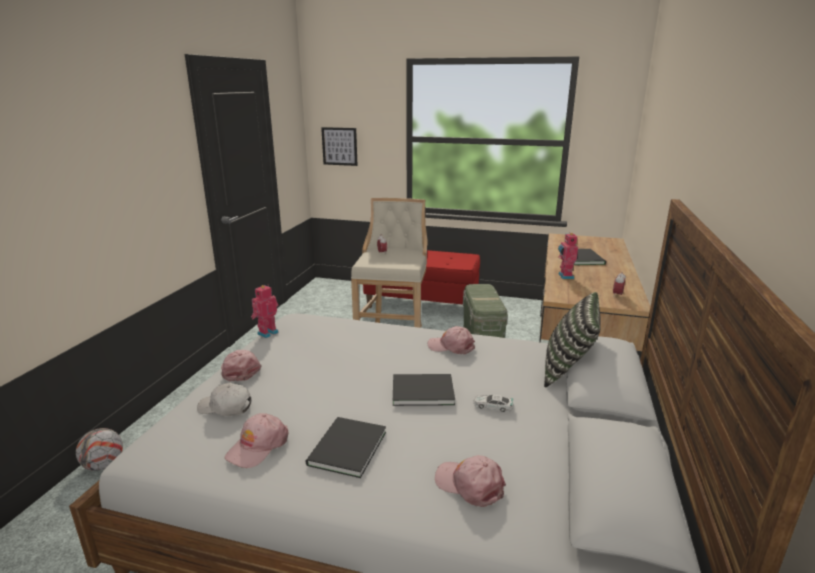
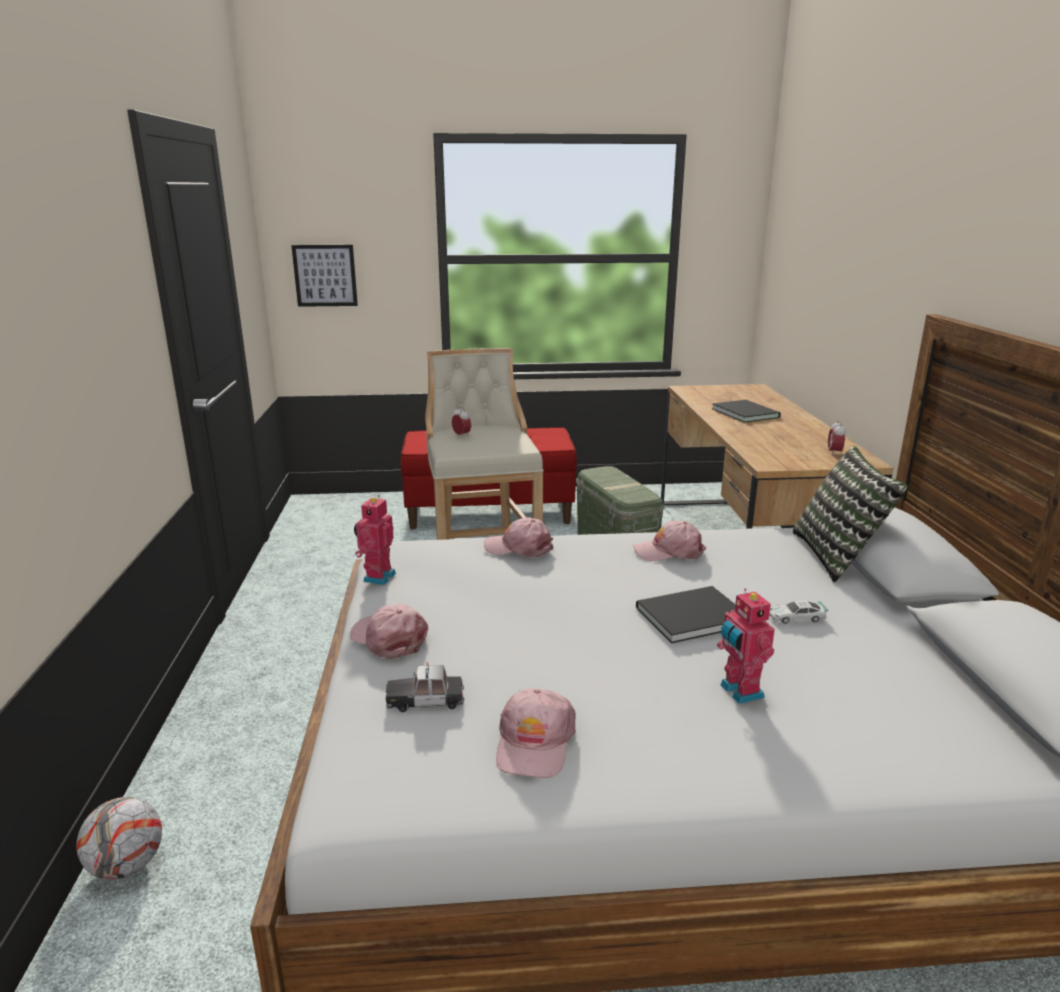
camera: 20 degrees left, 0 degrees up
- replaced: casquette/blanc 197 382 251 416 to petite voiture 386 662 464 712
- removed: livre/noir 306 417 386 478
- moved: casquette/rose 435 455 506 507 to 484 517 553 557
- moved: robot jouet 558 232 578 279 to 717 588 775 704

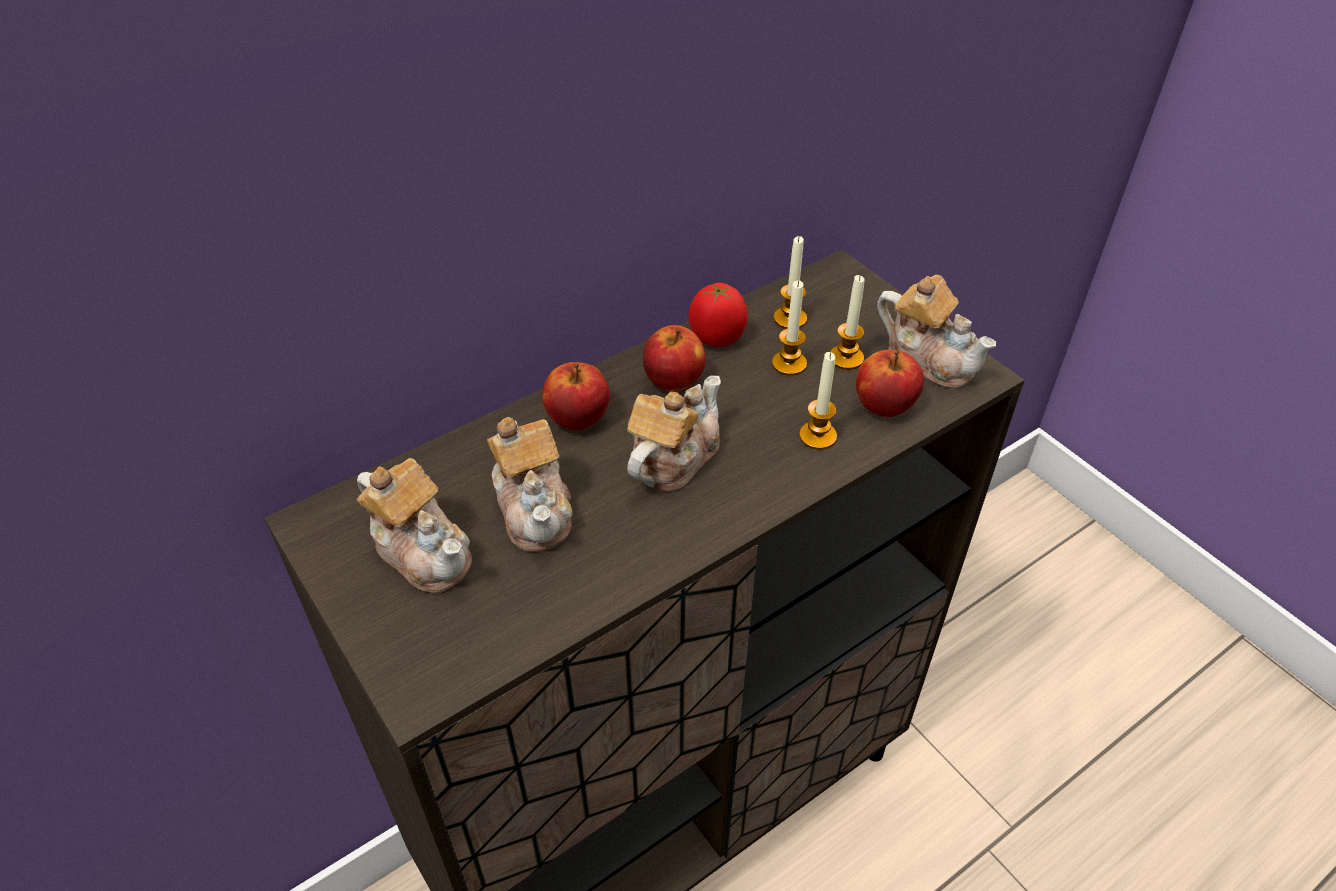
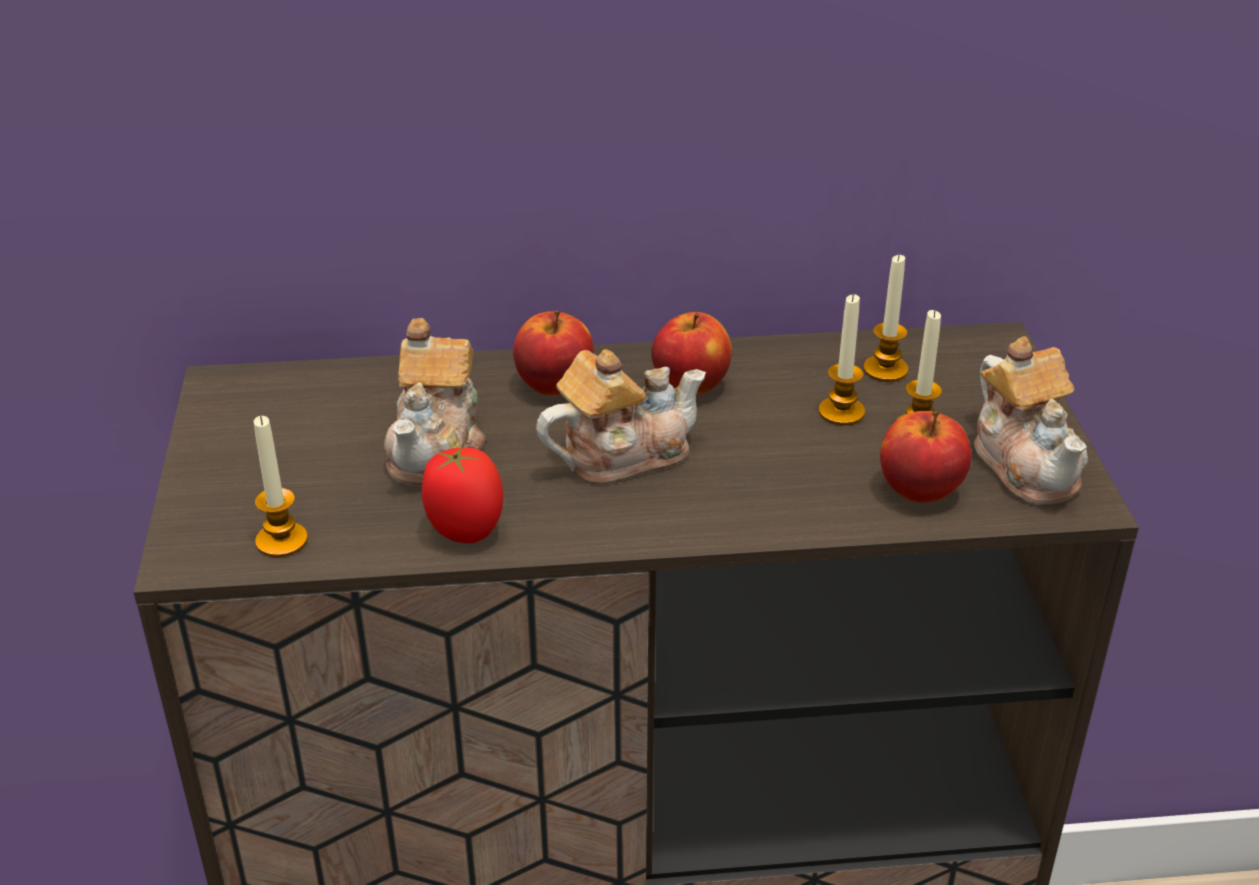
camera: 30 degrees right, 10 degrees down
- removed: théière 356 458 472 593
- moved: tomate 688 283 748 347 to 422 447 504 543
- moved: bougie 799 352 837 450 to 254 416 308 558

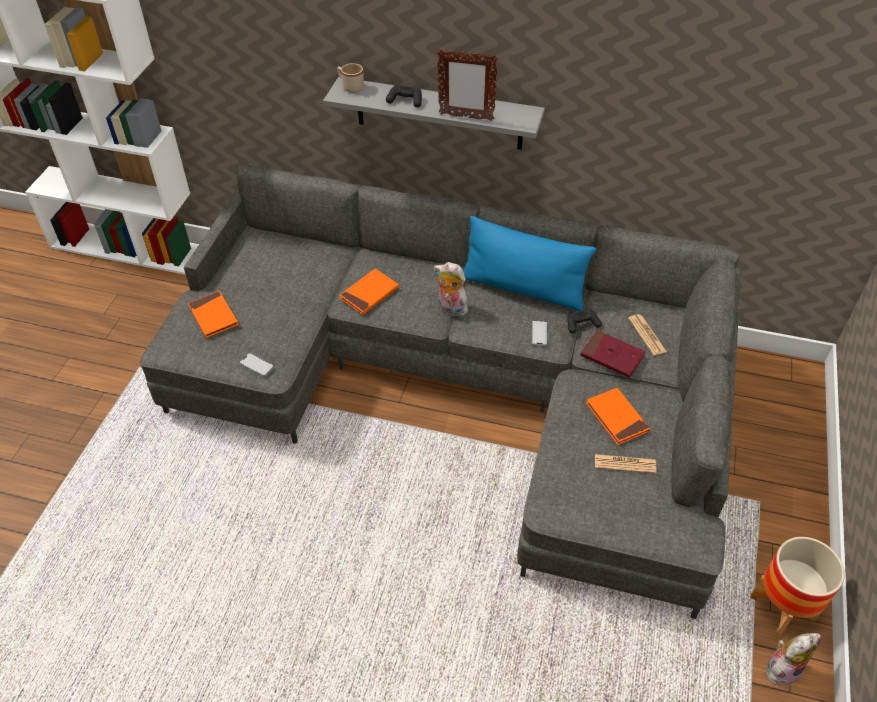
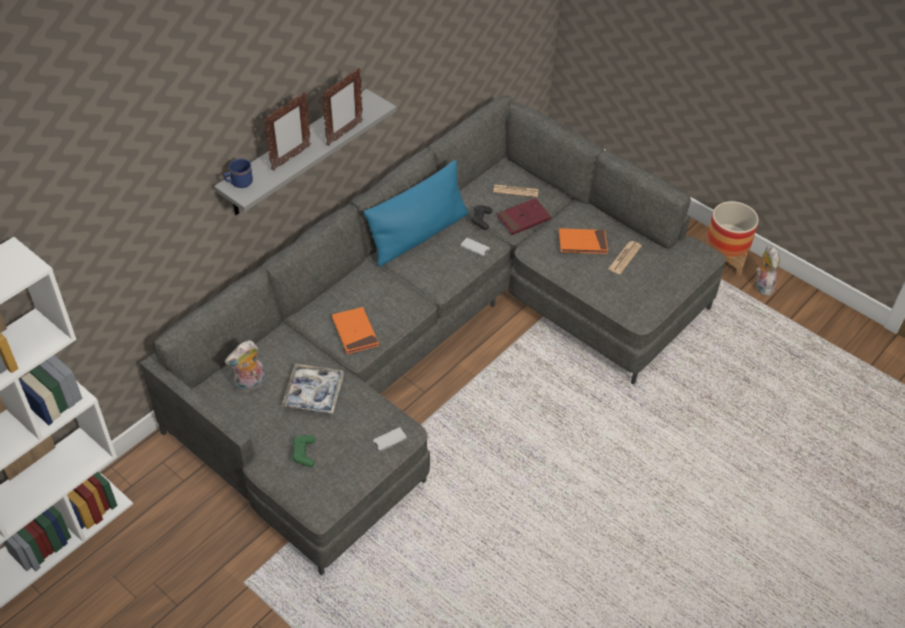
camera: 65 degrees left, 0 degrees up
- replaced: livre/orange 188 291 239 338 to manette/vert 292 435 315 467
- recoloured: mug/beige 337 63 364 93 to mug/bleu 223 159 253 188
- replaced: manette/noir 386 85 422 107 to cadre photo 264 92 311 171
- moved: peluche 434 262 468 317 to 225 340 265 392
- added: plateau 282 364 344 414

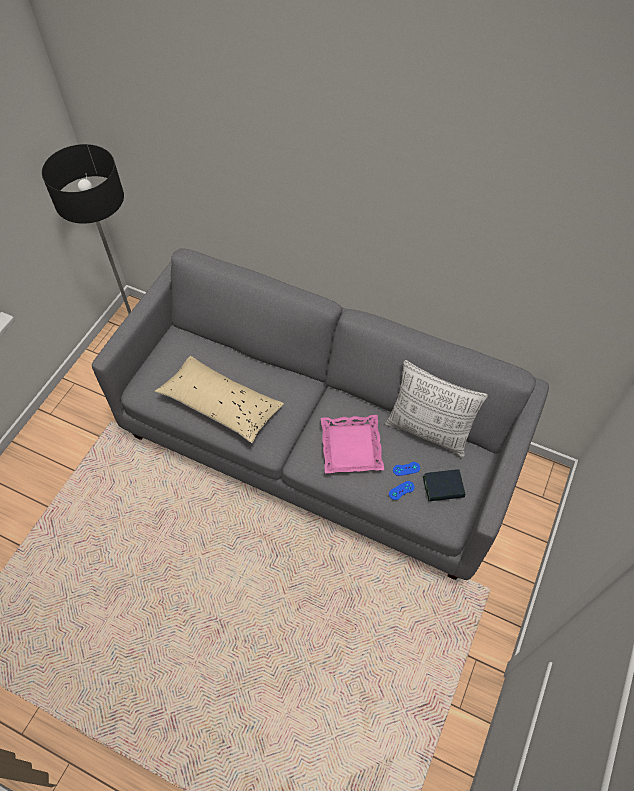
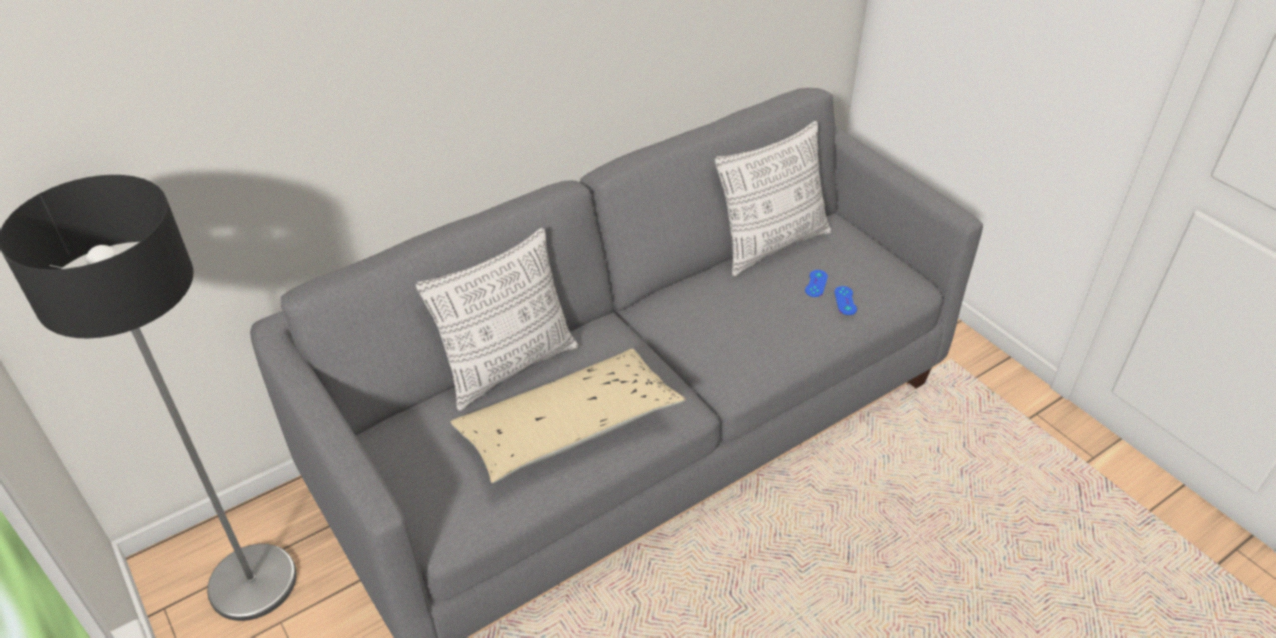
camera: 60 degrees left, 15 degrees down
- removed: plateau/rose 321 415 384 473
- removed: livre 423 469 465 501
- added: coussin 416 228 578 411

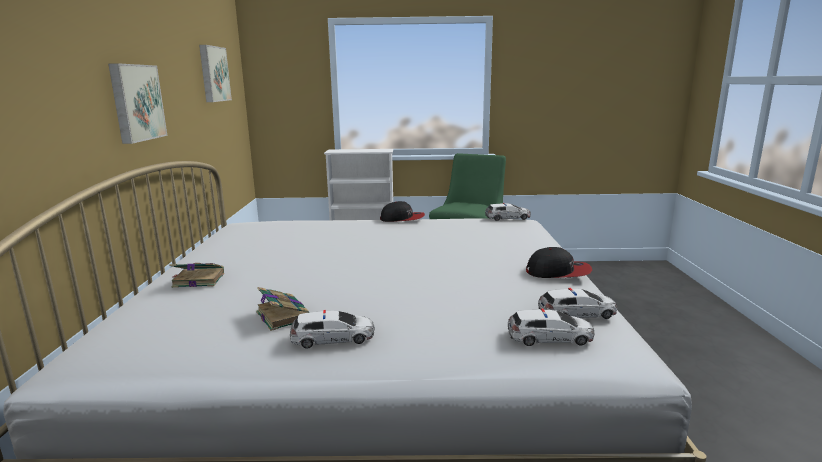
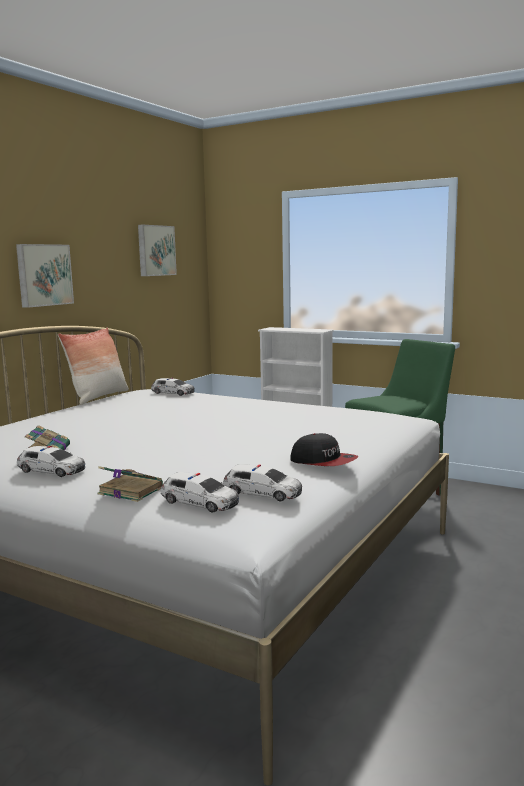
camera: 30 degrees right, 5 degrees down
- moved: livre 170 263 224 288 to 98 466 163 502
- removed: casquette 380 201 425 222
- moved: petite voiture 485 203 531 221 to 151 378 195 396
- added: coussin 58 328 129 405

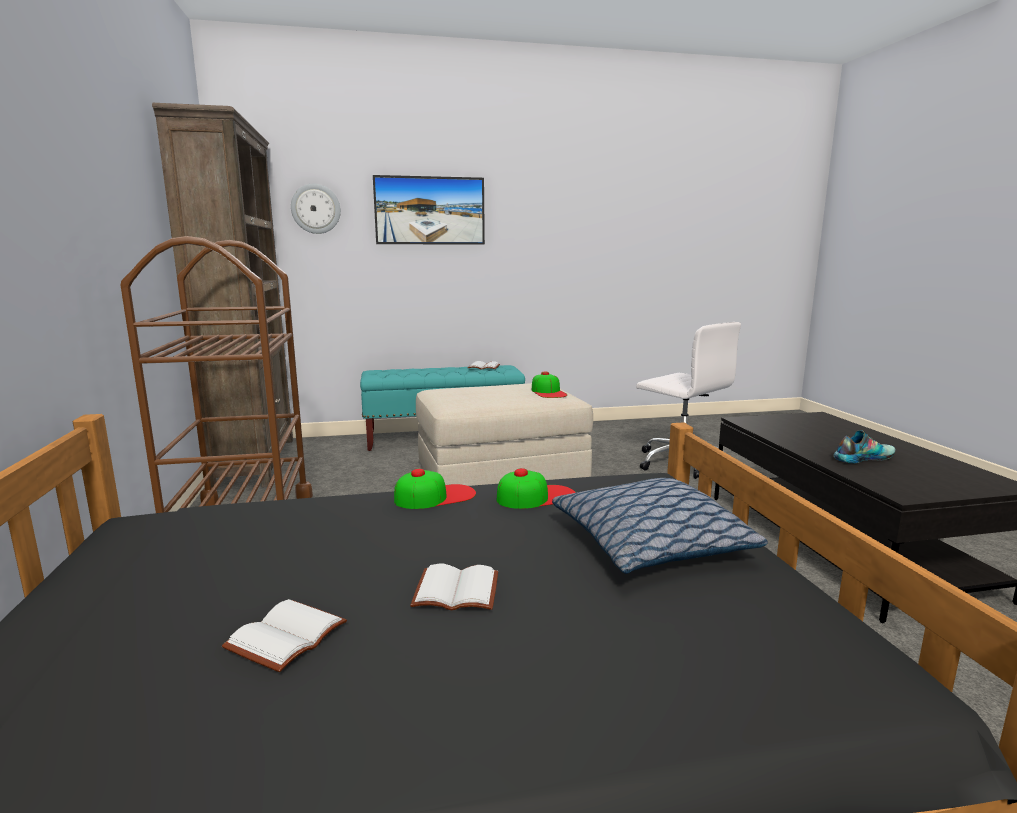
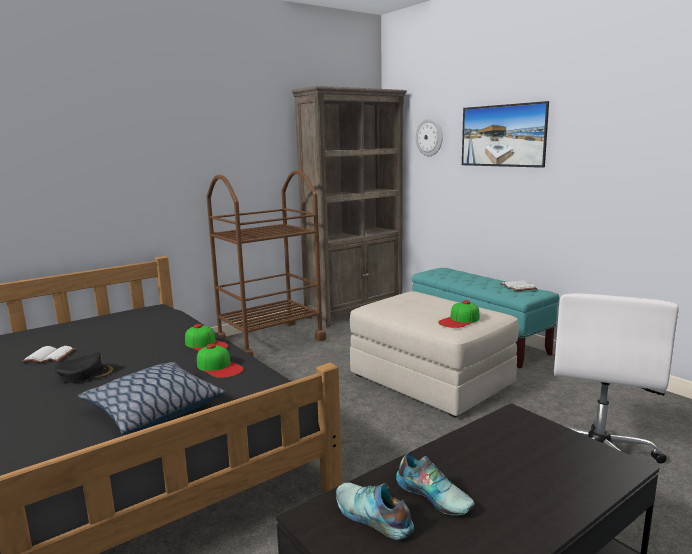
camera: 65 degrees right, 0 degrees up
- replaced: livre/blanc 410 564 498 611 to casquette/noir 54 352 115 383
- added: chaussure 336 483 414 540

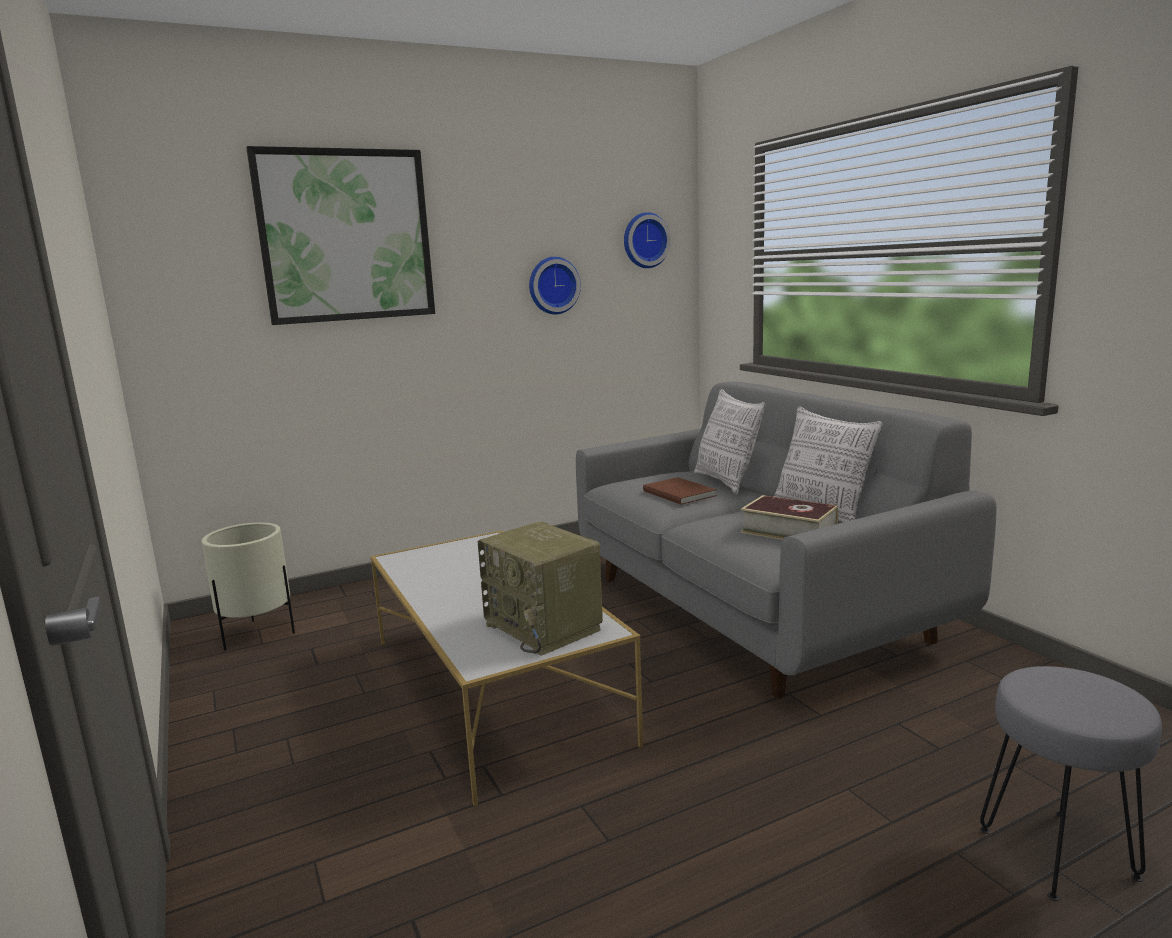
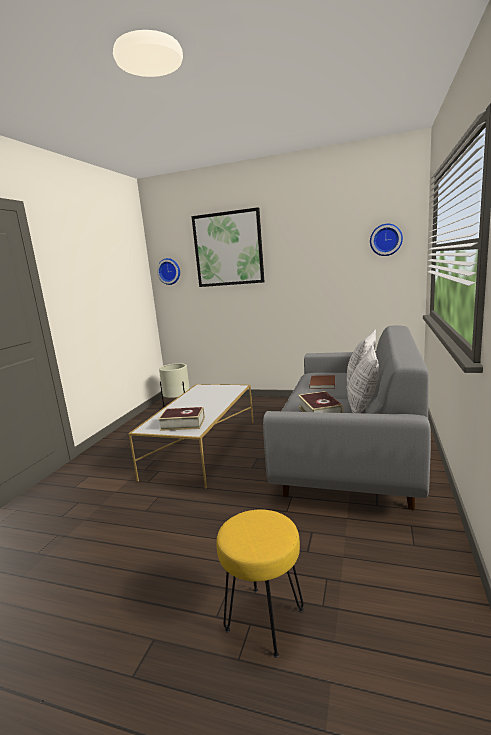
camera: 45 degrees right, 0 degrees up
- replaced: radio 478 521 603 656 to livre 158 407 205 431
- moved: horloge murale 529 257 581 314 to 157 258 180 285
- recoloured: tabouret/gris 980 666 1162 901 to tabouret/jaune 216 510 304 658

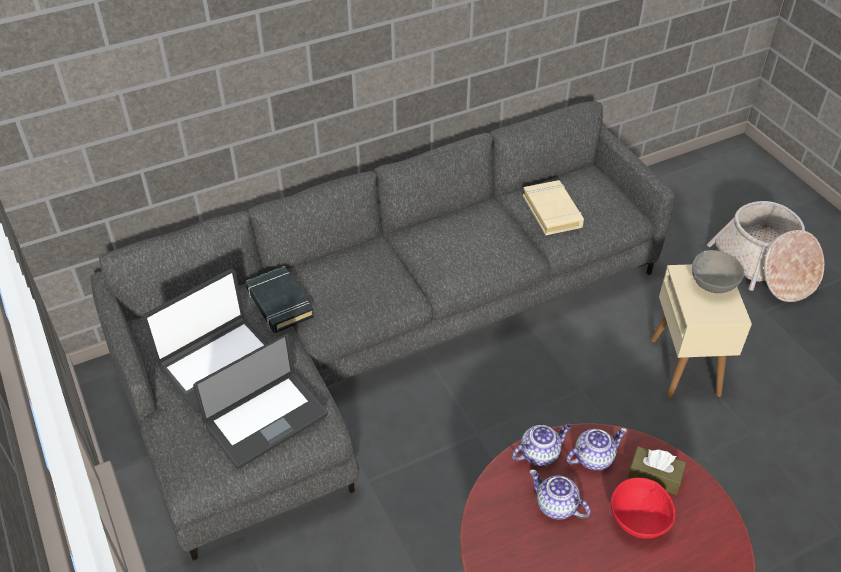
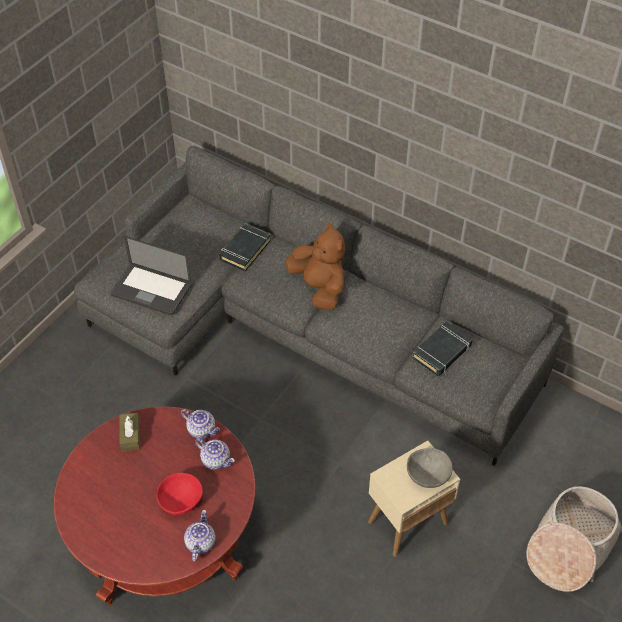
camera: 60 degrees right, 5 degrees up
- removed: ordinateur portable 143 269 268 412
- recoloured: livre/beige 523 180 584 235 to livre/noir 412 322 472 376
- moved: théière 530 470 590 520 to 184 510 216 561
- moved: boîte à mouchoirs/marron 628 447 686 495 to 119 413 140 452
- added: peluche/marron 285 223 345 310

